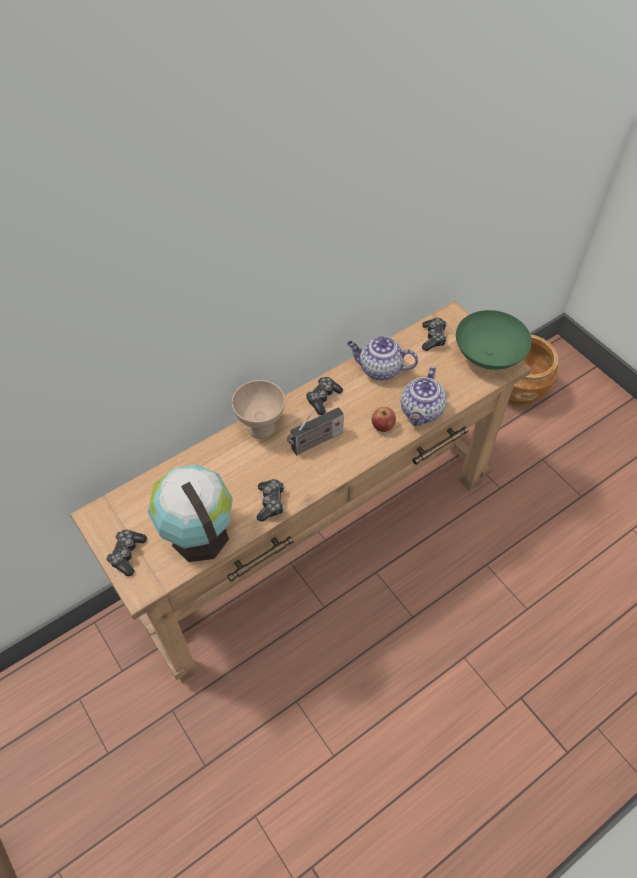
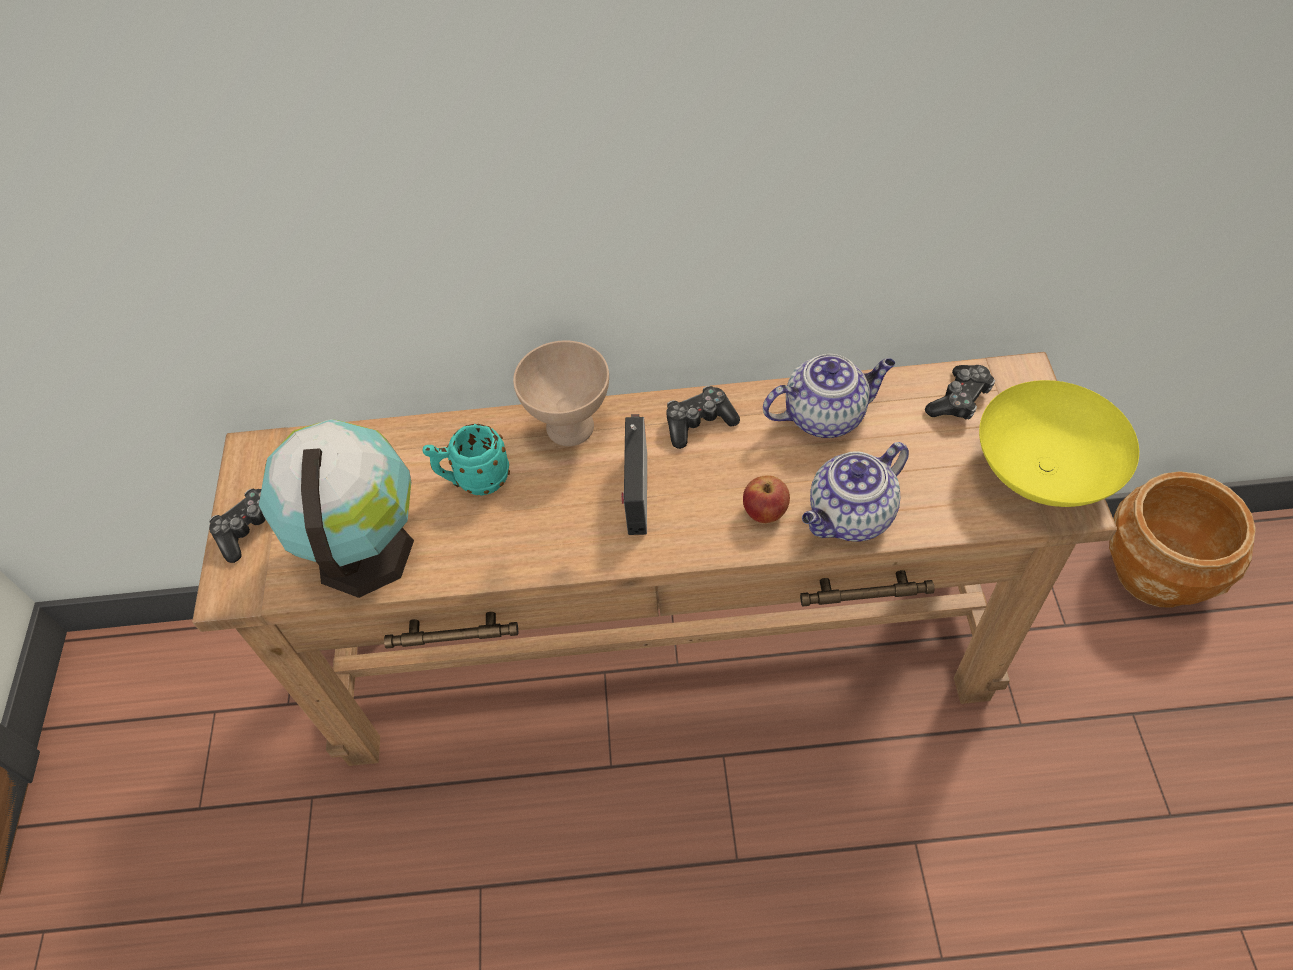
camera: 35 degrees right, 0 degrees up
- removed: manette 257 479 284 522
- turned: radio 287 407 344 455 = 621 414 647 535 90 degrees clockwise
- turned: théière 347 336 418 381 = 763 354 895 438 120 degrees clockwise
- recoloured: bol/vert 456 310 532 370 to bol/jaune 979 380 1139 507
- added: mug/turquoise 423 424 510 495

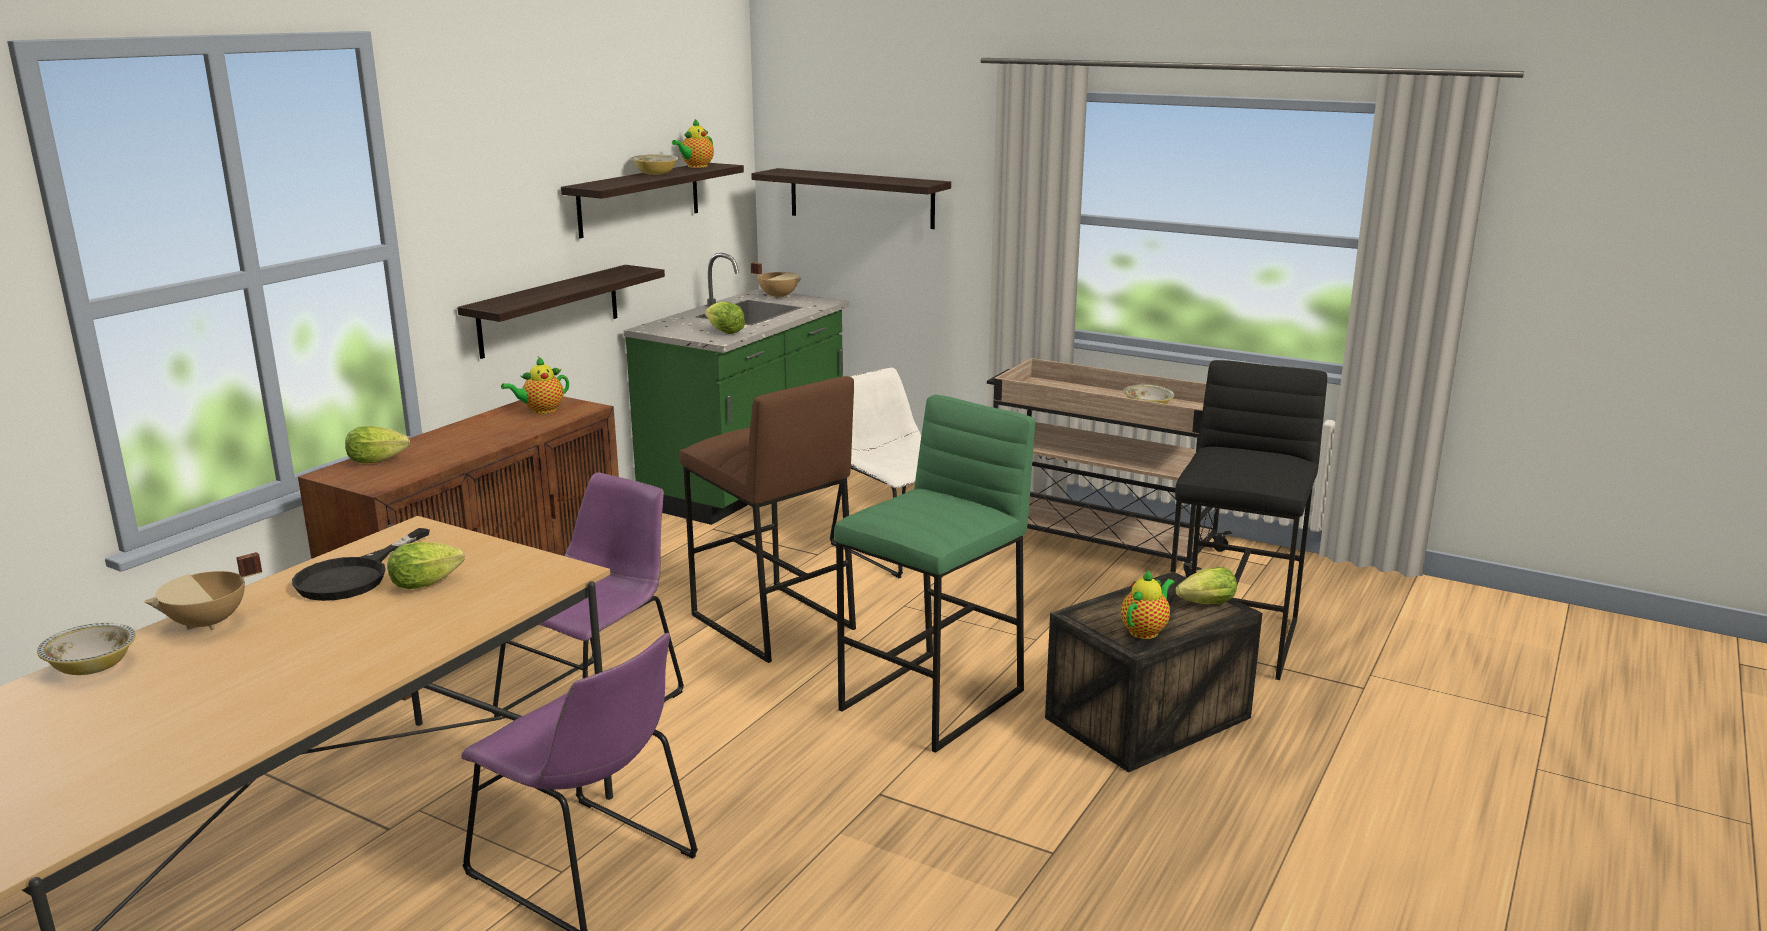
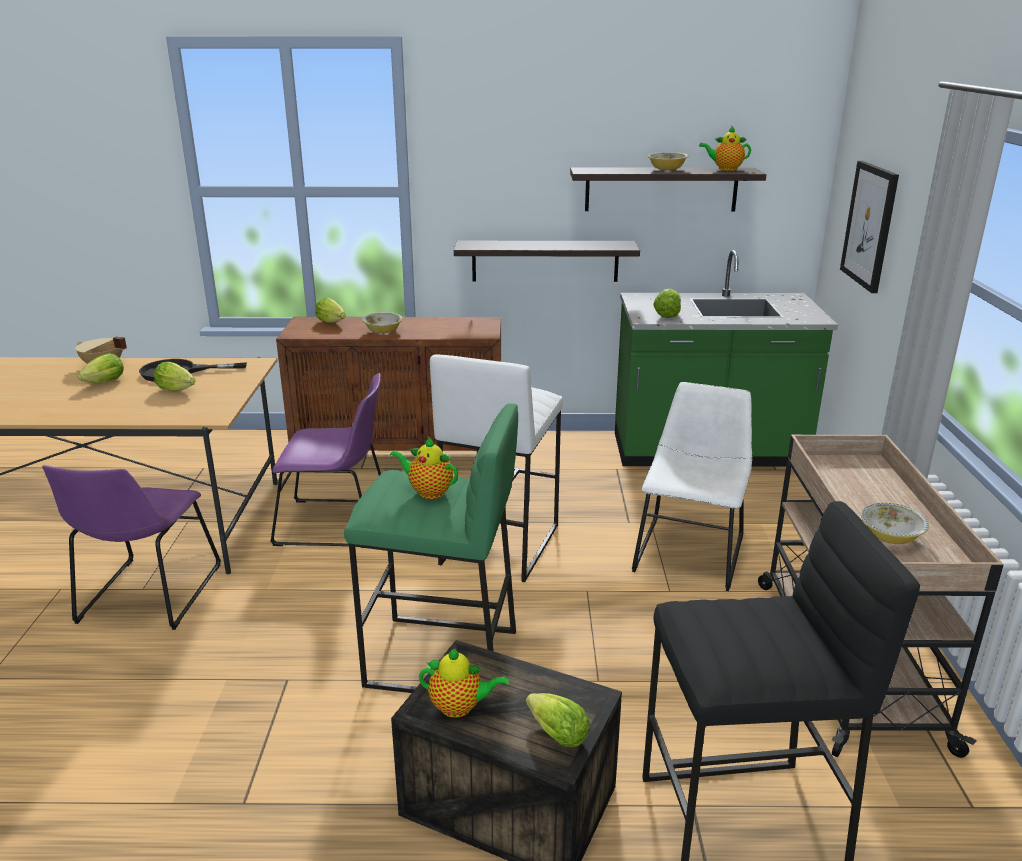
camera: 60 degrees right, 5 degrees up
- moved: bol 37 623 136 675 to 362 312 403 333
- moved: théière 501 357 569 414 to 390 437 458 499
- recoloured: tabouret/marron 679 376 856 663 to tabouret/blanc 430 355 563 582
- replaced: étagère 751 168 951 229 to tableau 840 161 899 293
- removed: marmite/beige 751 263 802 299
- added: laitue 78 353 124 383

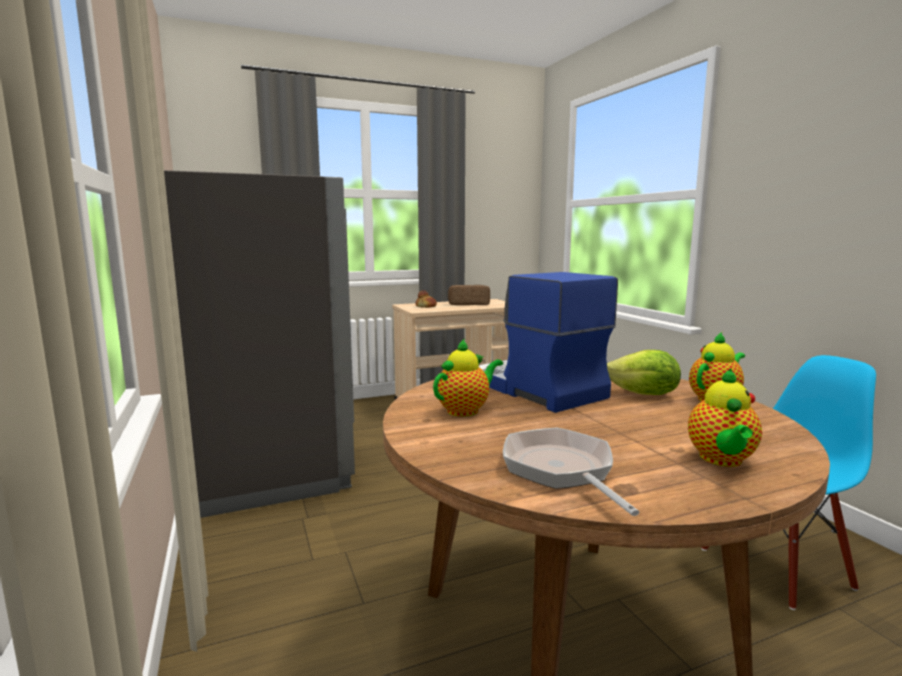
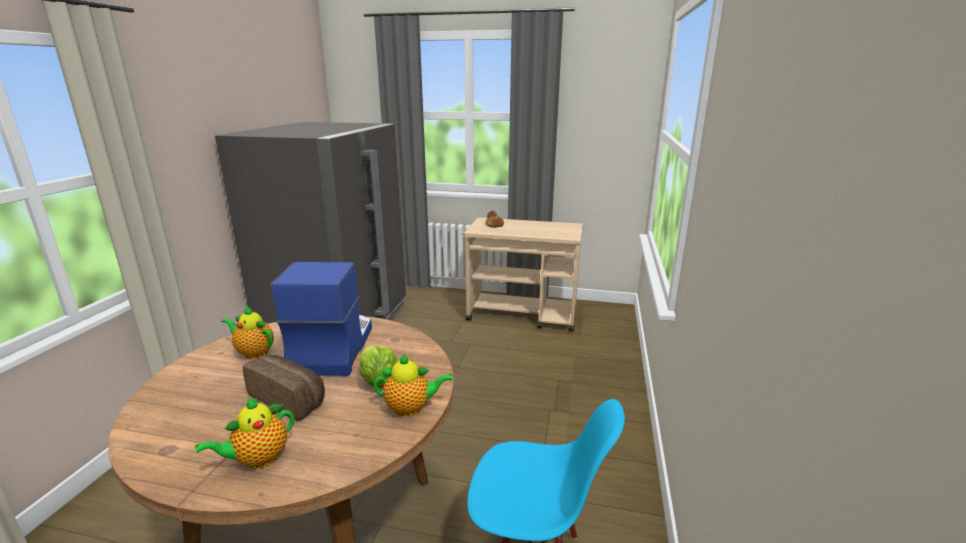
camera: 35 degrees right, 10 degrees up
- turned: théière 433 338 503 417 = 221 306 274 359 150 degrees counterclockwise
- moved: pain 448 285 490 305 to 243 355 325 421
- removed: poêle 503 428 639 516

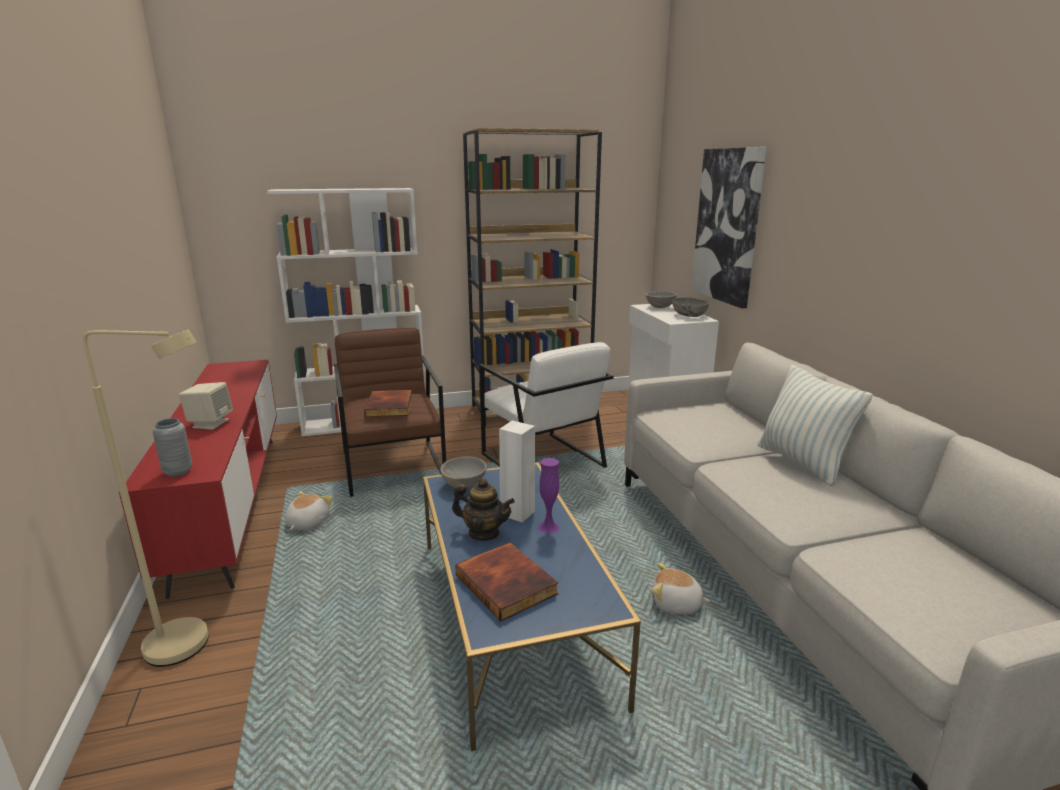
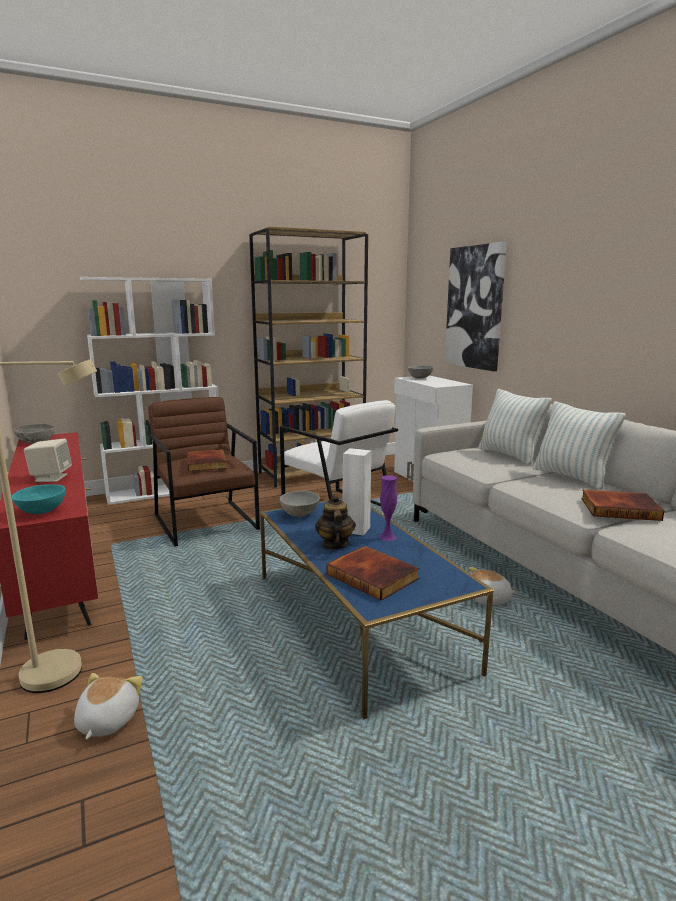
camera: 10 degrees left, 5 degrees down
- replaced: vase/gris 153 418 192 477 to bol/turquoise 12 484 65 514
- moved: peluche 285 491 332 530 to 74 673 143 739
- turned: théière 452 478 515 541 = 315 494 356 550 105 degrees counterclockwise
- moved: bol/gris 672 297 709 317 to 13 424 54 444
- added: coussin 478 389 552 465
- added: livre 581 489 664 521

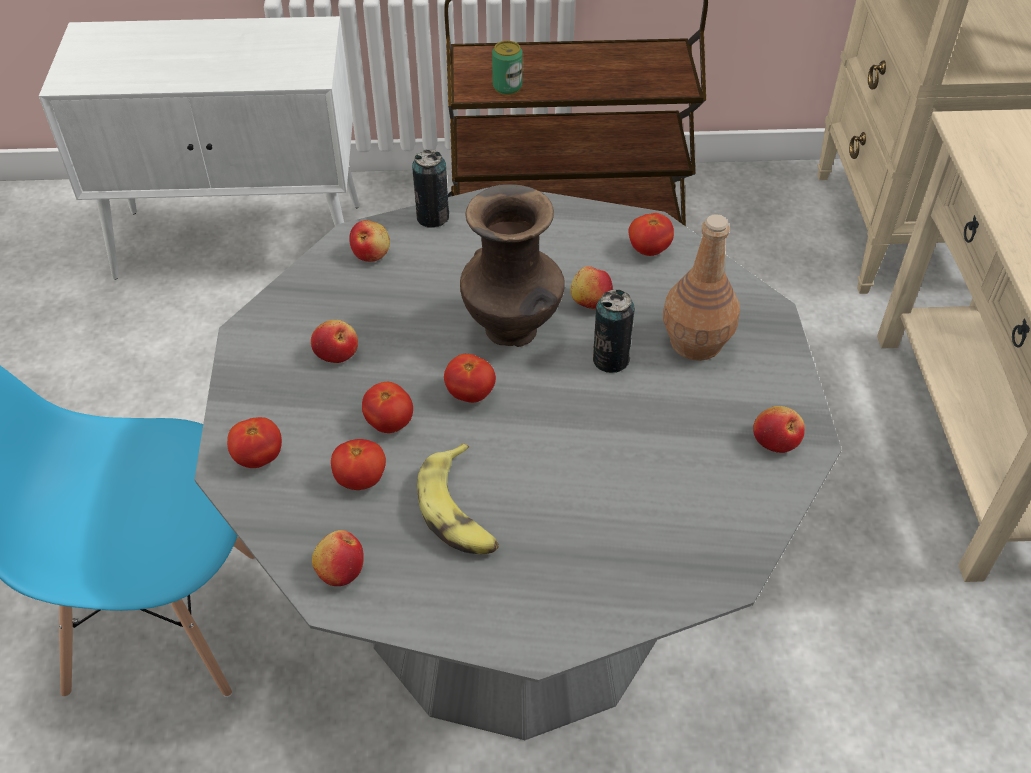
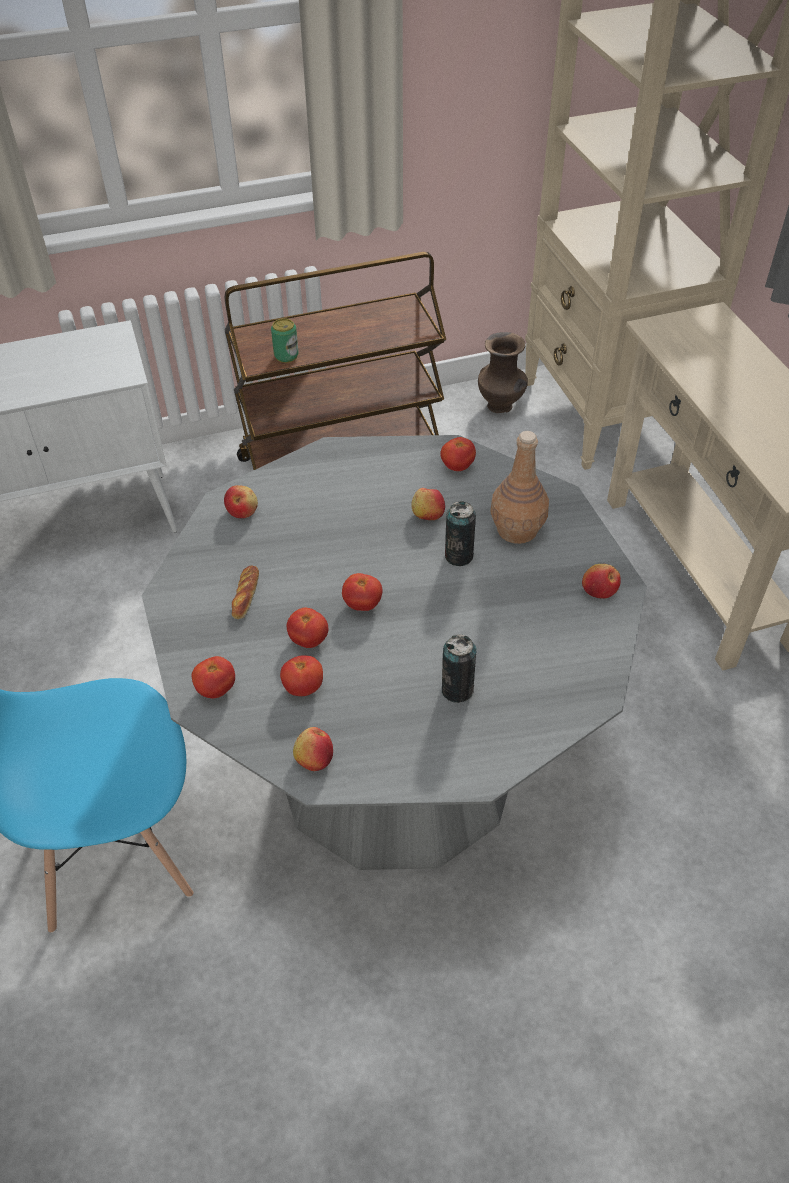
camera: 15 degrees left, 0 degrees up
- replaced: pomme 311 320 358 363 to pain 232 566 259 619
- moved: boîte métallique 412 150 449 228 to 442 635 477 703
- removed: banane 417 443 499 554
- moved: vase/marron 460 184 565 347 to 478 332 528 413

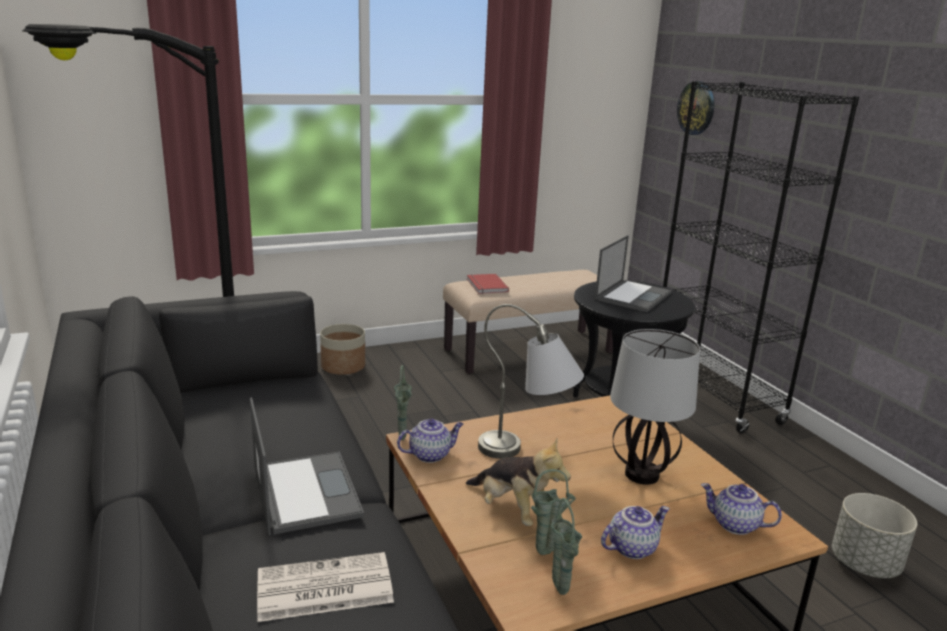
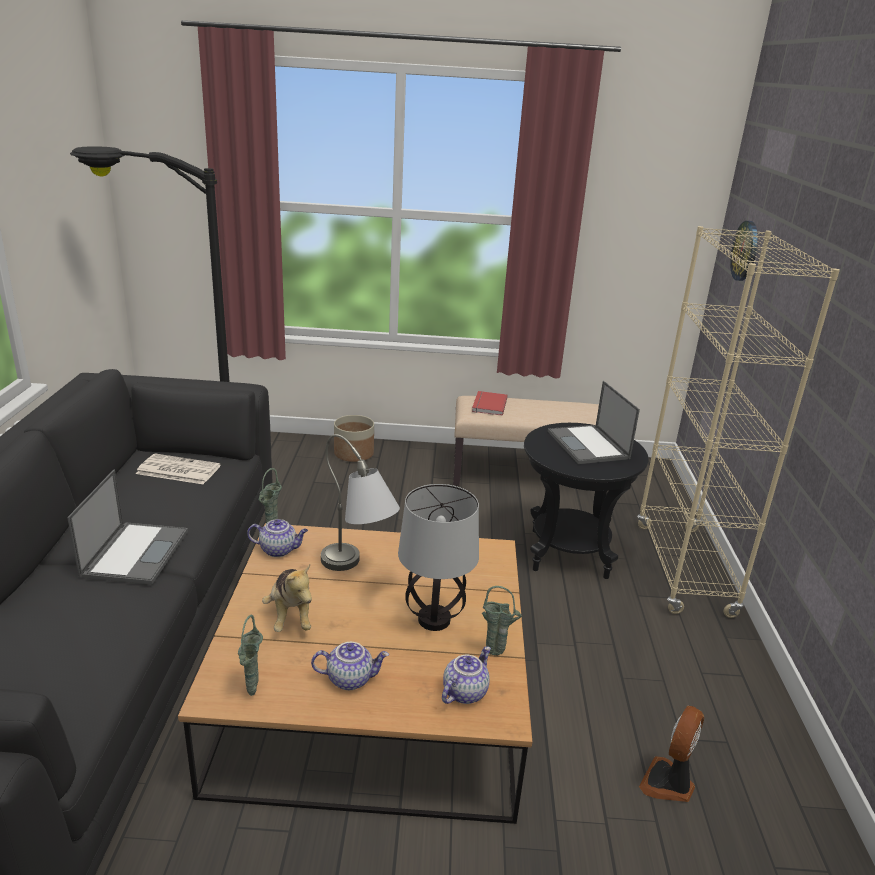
camera: 25 degrees right, 5 degrees up
- moved: journal 257 552 394 622 to 136 454 221 484
- moved: vase/vert 531 469 576 555 to 482 586 522 656
- turned: ordinateur portable 595 235 672 312 = 548 381 640 464 105 degrees clockwise
- recoloured: bibliothèque/noir 663 81 859 433 to bibliothèque/beige 637 226 840 618
- turned: théière 701 483 782 535 = 442 647 491 704 75 degrees clockwise
- replaced: cache-pot/gris 832 493 917 578 to ventilateur 639 705 704 802

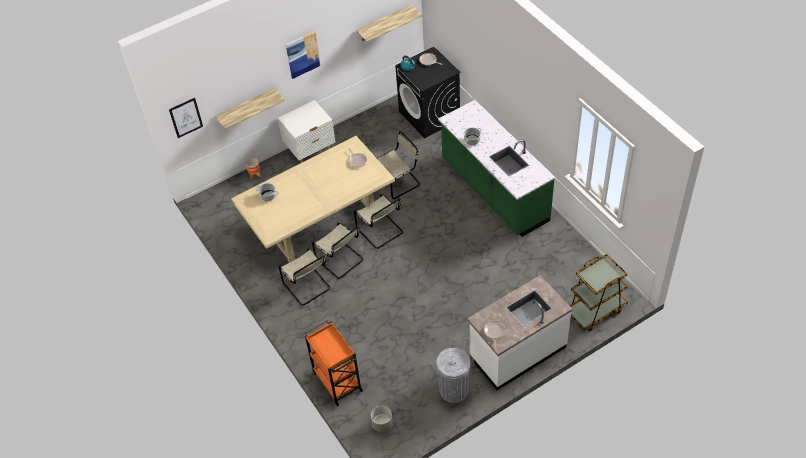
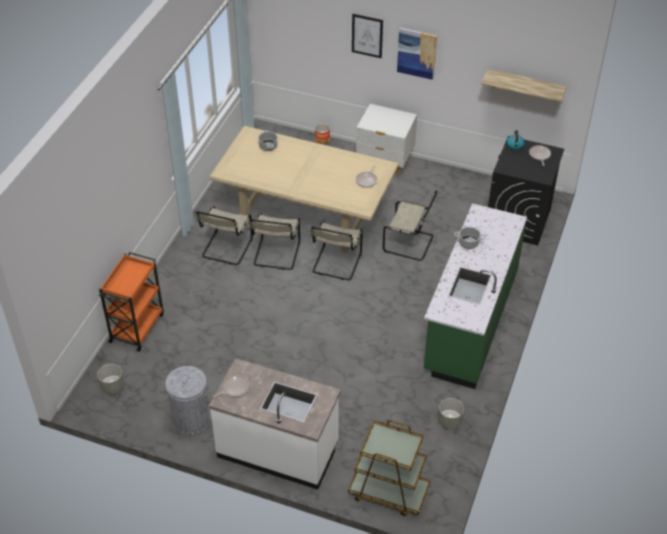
camera: 50 degrees right, 5 degrees down
- moved: tableau 169 98 203 138 to 352 14 383 58
- removed: étagère 215 88 285 129
- added: cache-pot/gris 438 398 464 430

